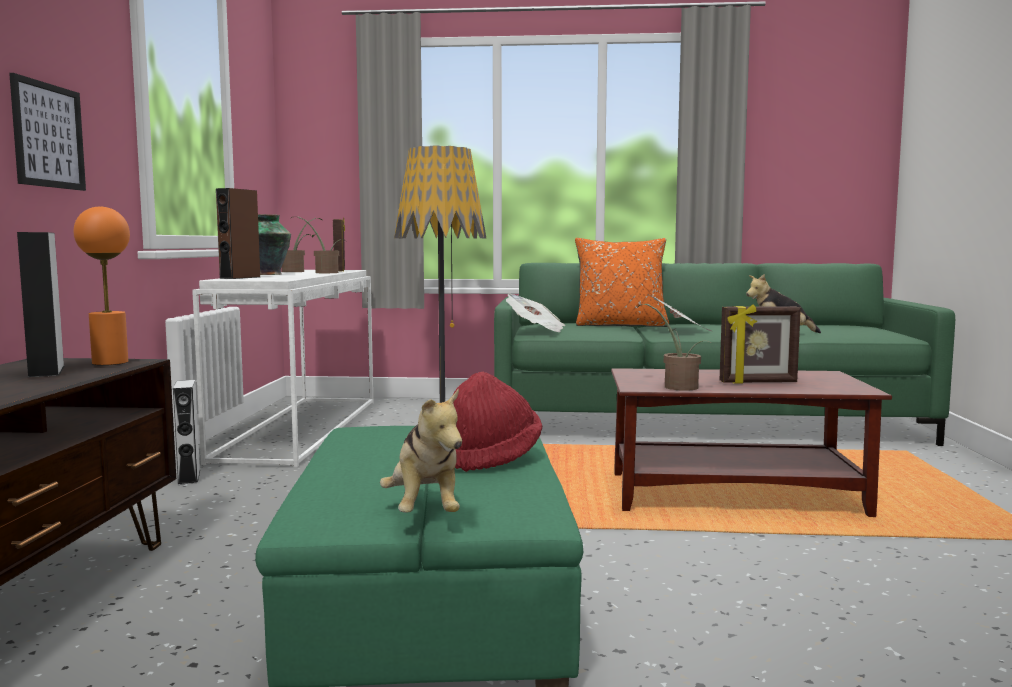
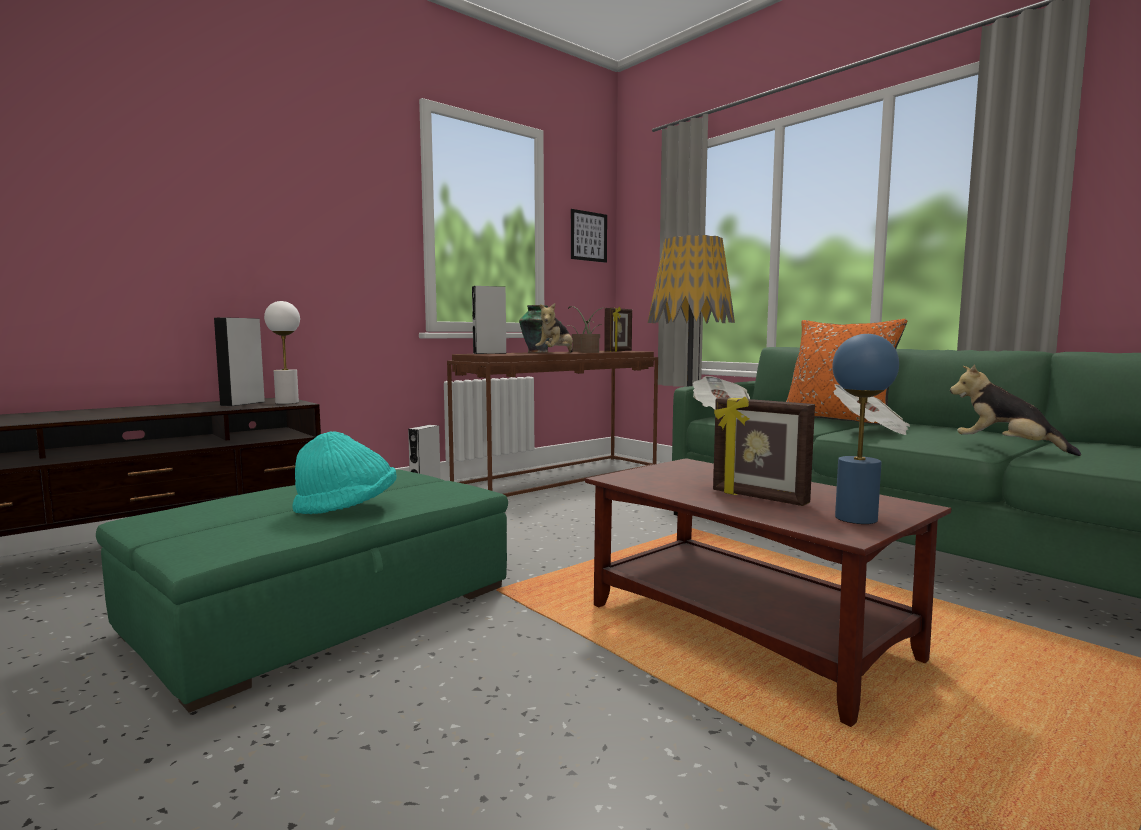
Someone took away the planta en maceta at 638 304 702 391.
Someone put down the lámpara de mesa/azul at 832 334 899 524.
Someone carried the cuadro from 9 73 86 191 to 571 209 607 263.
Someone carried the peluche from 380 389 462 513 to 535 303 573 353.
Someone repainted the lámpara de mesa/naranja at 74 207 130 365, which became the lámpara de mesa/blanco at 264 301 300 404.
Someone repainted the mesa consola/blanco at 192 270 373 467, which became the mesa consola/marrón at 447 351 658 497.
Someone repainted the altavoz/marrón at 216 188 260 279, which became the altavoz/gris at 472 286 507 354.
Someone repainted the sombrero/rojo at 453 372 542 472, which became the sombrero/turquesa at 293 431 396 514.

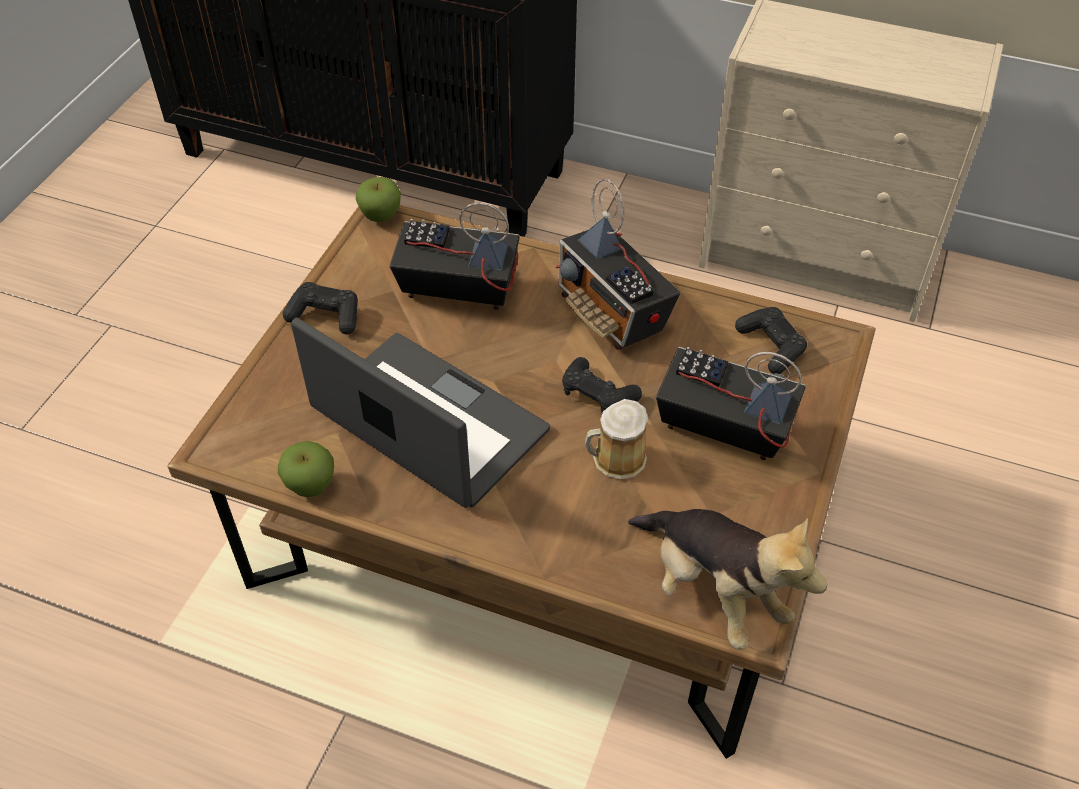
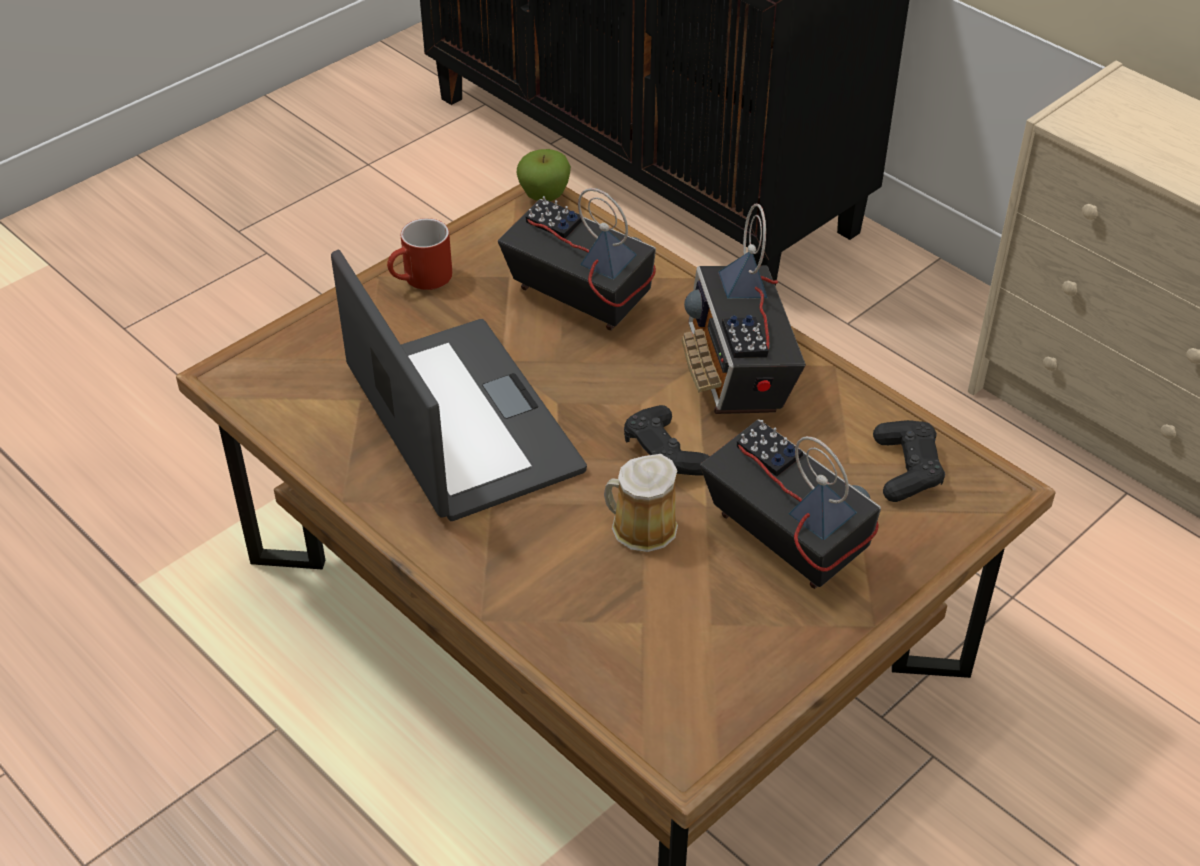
Someone took away the manzana at 278 441 334 497.
Someone took away the peluche at 628 509 828 650.
Someone swapped the mando de consola/negro at 283 282 358 334 for the taza grande/rojo at 387 218 452 290.

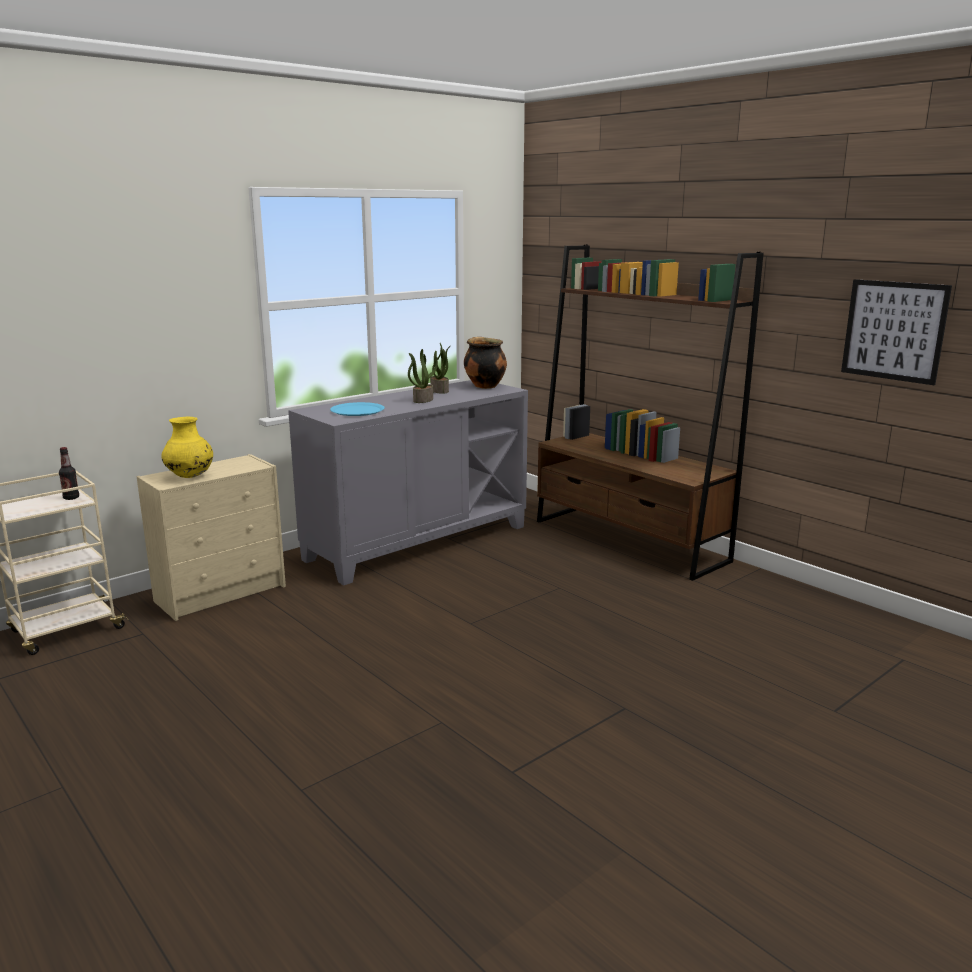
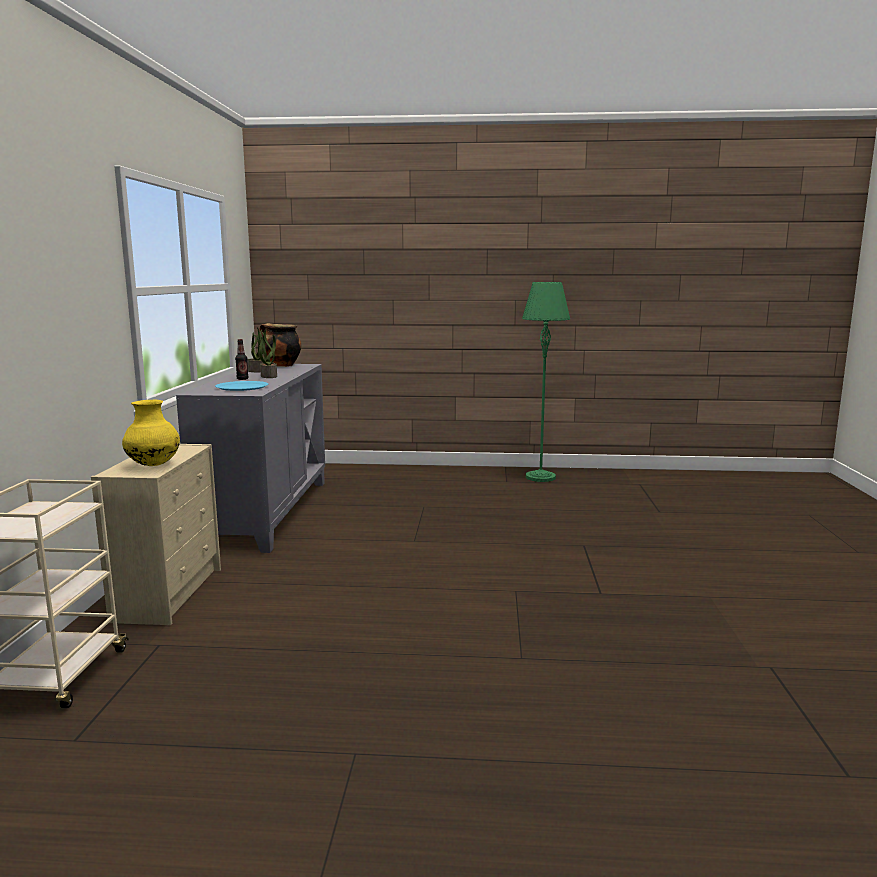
Someone took away the estantería/marrón at 537 245 764 581.
Someone took away the cuadro at 841 279 952 385.
Someone put down the lámpara de pie/verde at 522 282 570 482.
Someone carried the botella from 59 447 79 500 to 235 339 249 380.

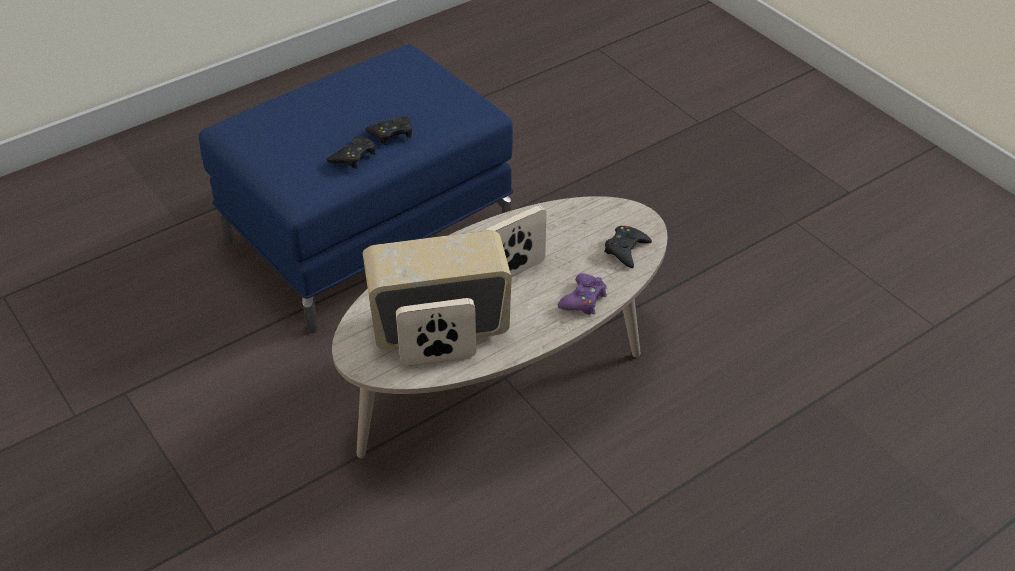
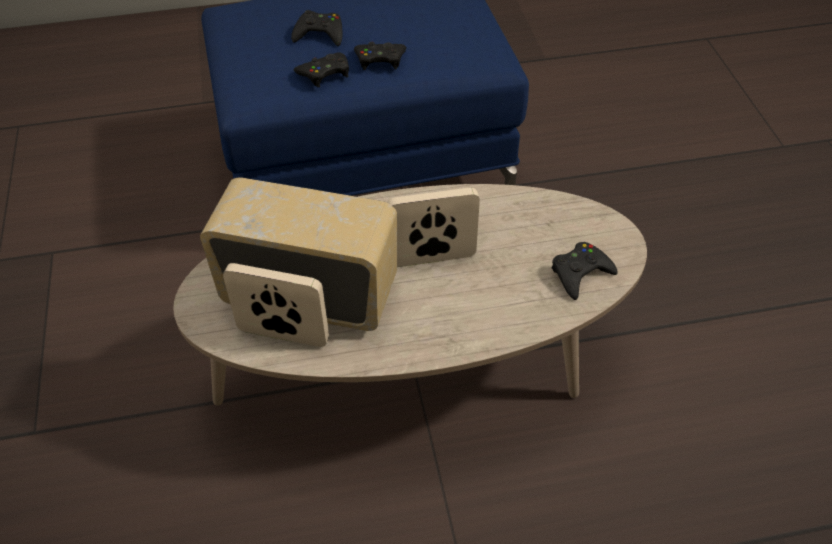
Someone took away the mando de consola/morado at 558 273 607 315.
Someone put down the mando de consola/negro at 291 10 342 46.

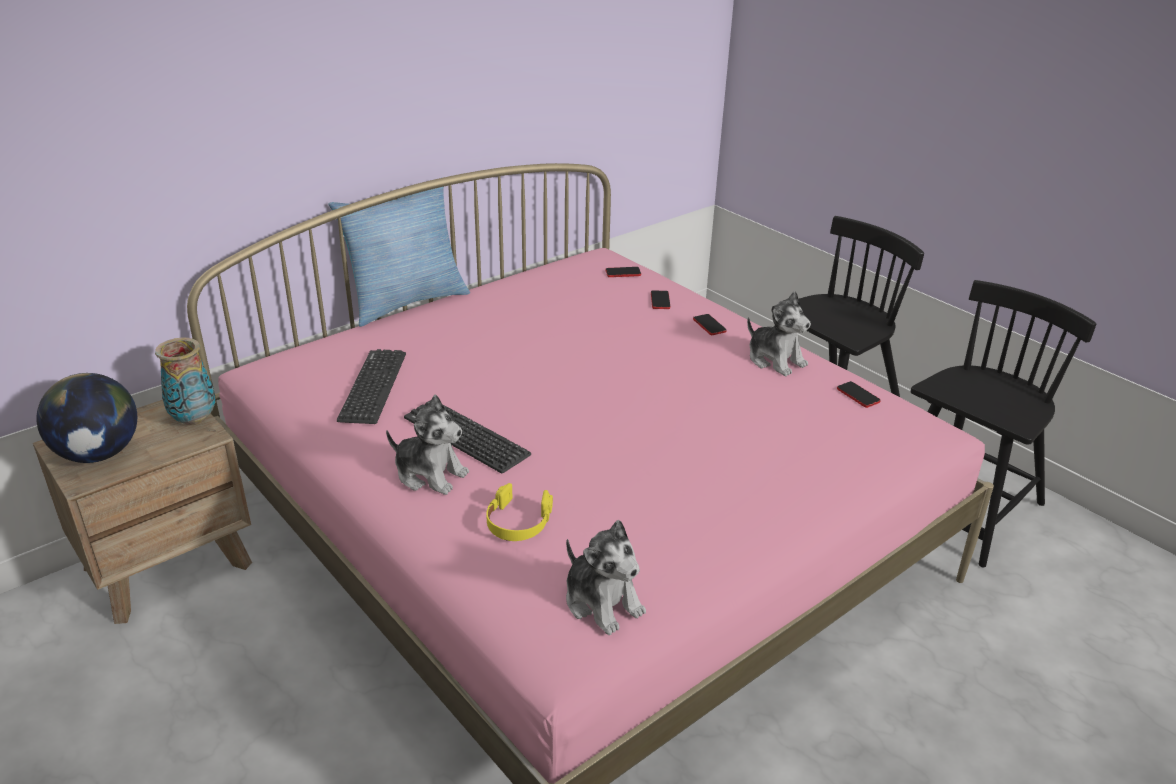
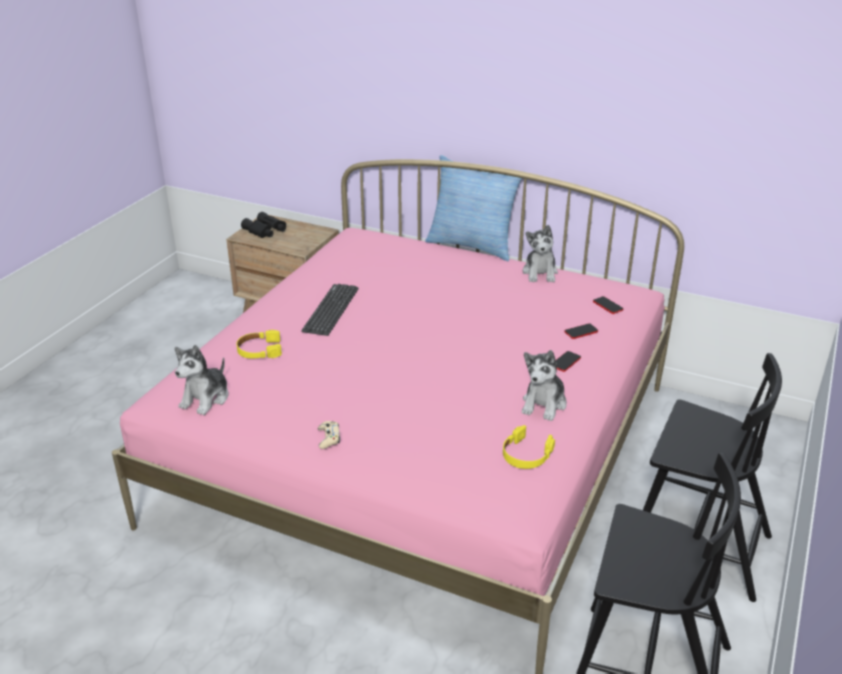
Someone took away the florero at 155 338 215 425.
Someone took away the teclado at 337 349 406 424.
Someone put down the mando de consola/beis at 318 421 340 449.
Someone carried the peluche from 386 394 469 495 to 523 225 558 282.
Someone swapped the globo terráqueo at 36 373 137 463 for the prismáticos/negro at 241 212 286 238.
Someone swapped the móvil at 837 381 881 408 for the auriculares/amarillo at 503 425 555 469.

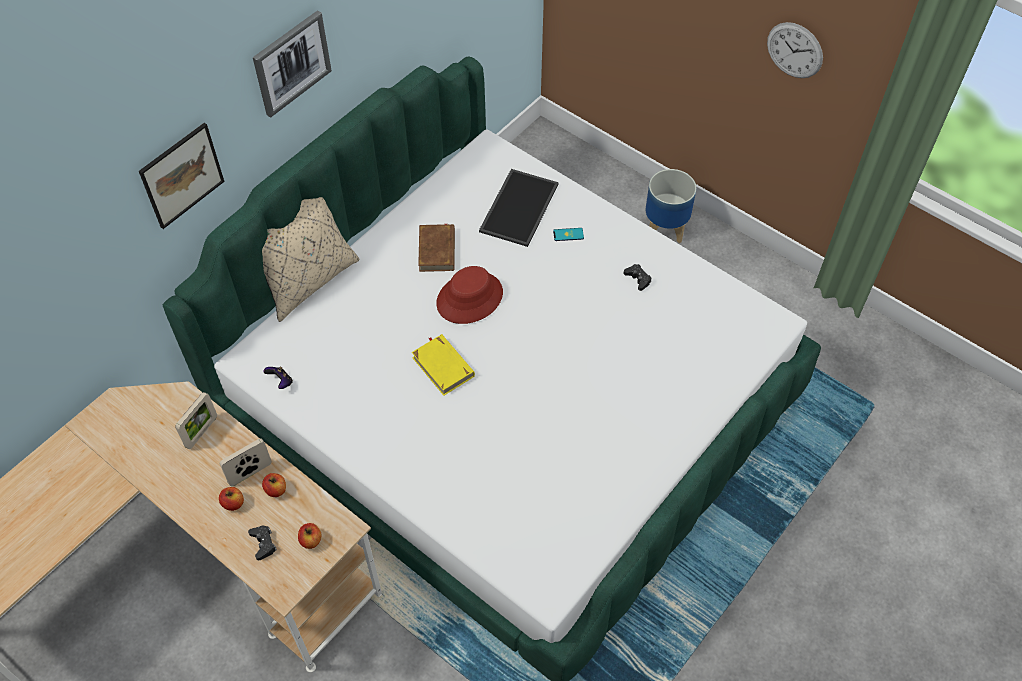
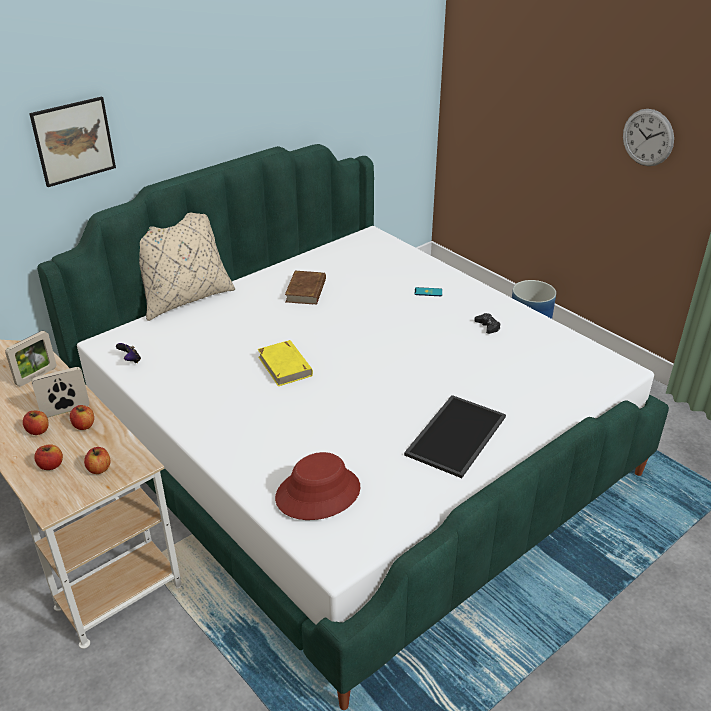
Someone took away the cuadro at 253 10 332 118.
Someone carried the sombrero/rojo from 436 266 503 324 to 275 452 360 520.
Someone carried the bandeja from 479 169 559 247 to 404 395 506 478.
Someone swapped the mando de consola/negro at 248 526 277 561 for the manzana at 34 444 63 470.

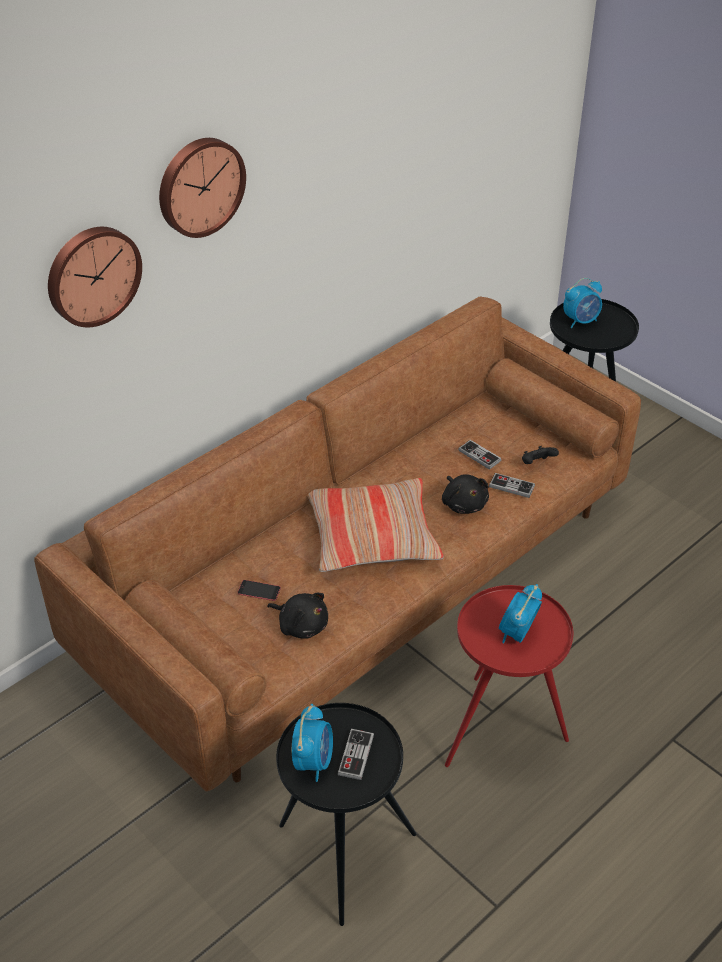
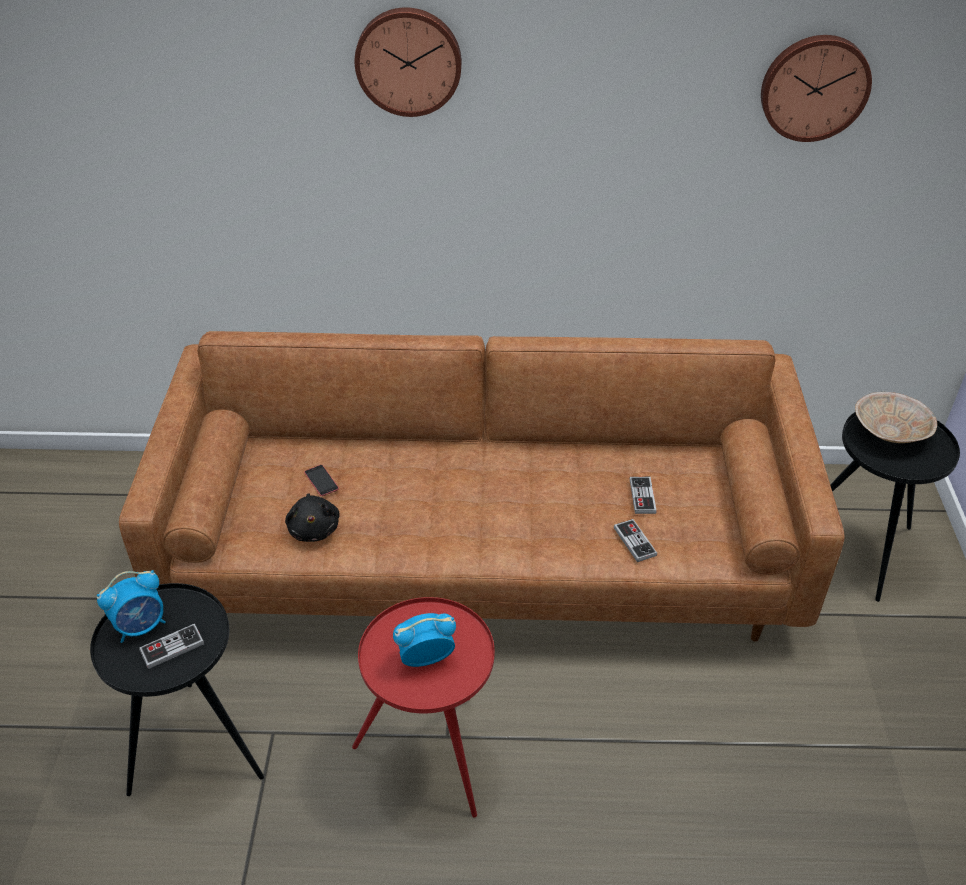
Someone took away the cojín at 308 478 444 572.
Someone took away the peluche/negro at 442 474 489 514.
Someone took away the mando de consola/negro at 522 446 559 464.
Someone carried the reloj de pared from 48 227 142 327 to 761 35 872 142.
Someone swapped the despertador at 563 278 602 328 for the cuenco/beis at 855 392 937 443.

